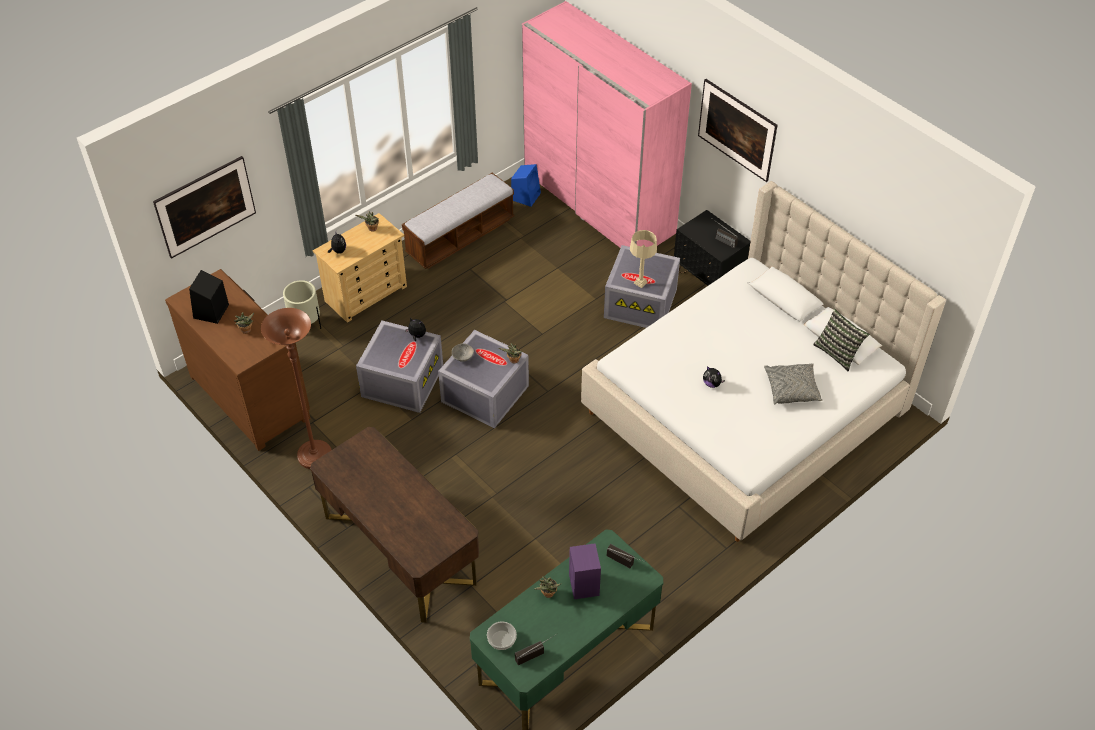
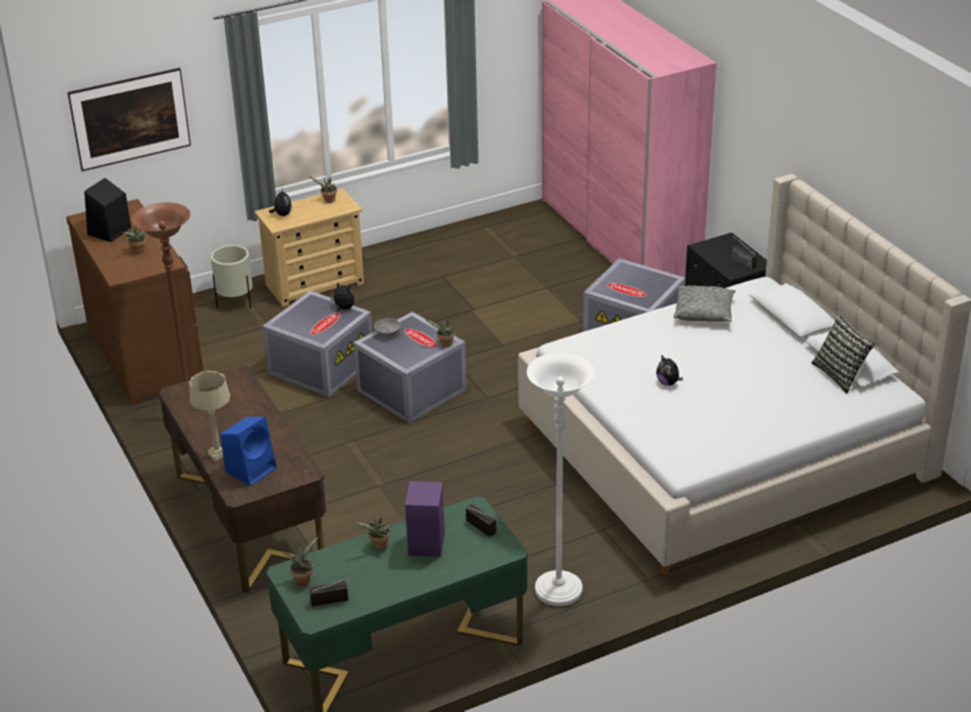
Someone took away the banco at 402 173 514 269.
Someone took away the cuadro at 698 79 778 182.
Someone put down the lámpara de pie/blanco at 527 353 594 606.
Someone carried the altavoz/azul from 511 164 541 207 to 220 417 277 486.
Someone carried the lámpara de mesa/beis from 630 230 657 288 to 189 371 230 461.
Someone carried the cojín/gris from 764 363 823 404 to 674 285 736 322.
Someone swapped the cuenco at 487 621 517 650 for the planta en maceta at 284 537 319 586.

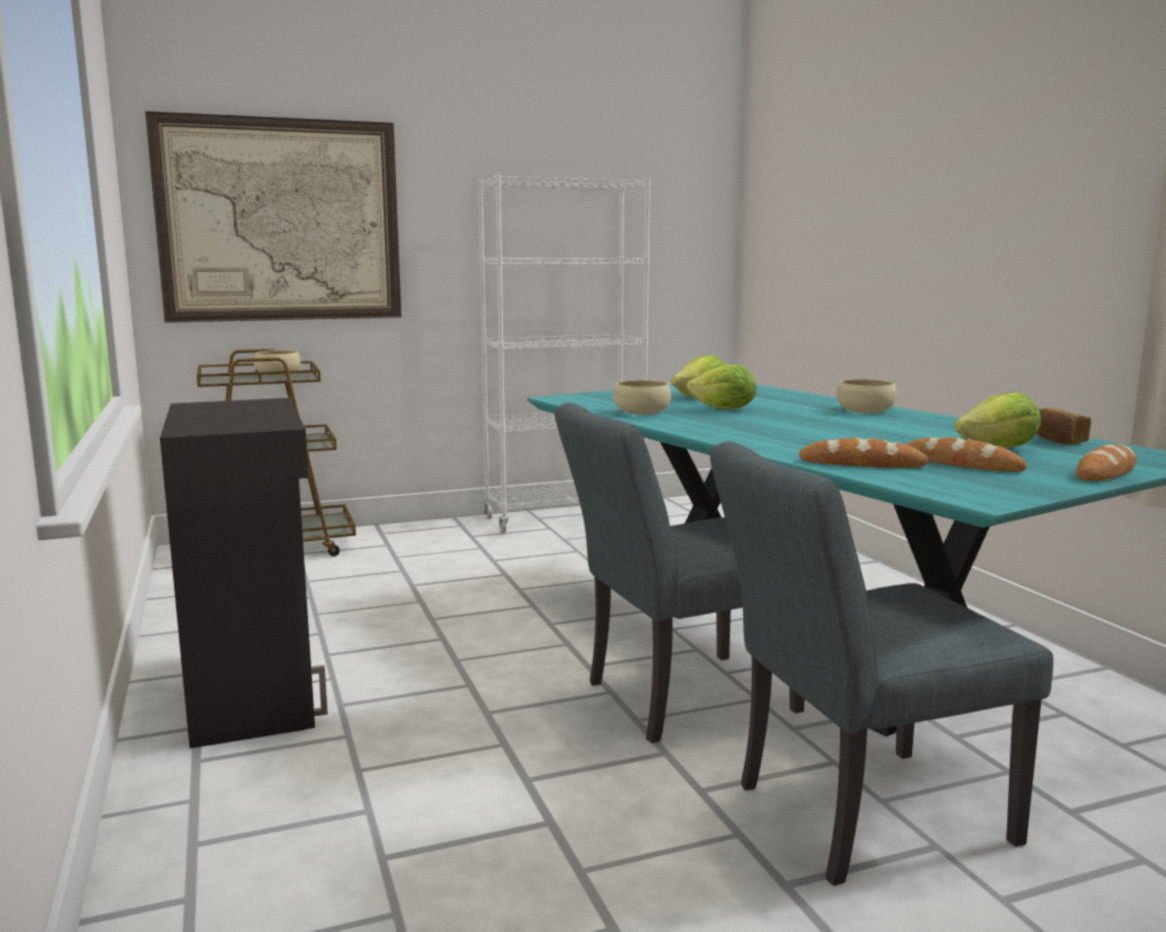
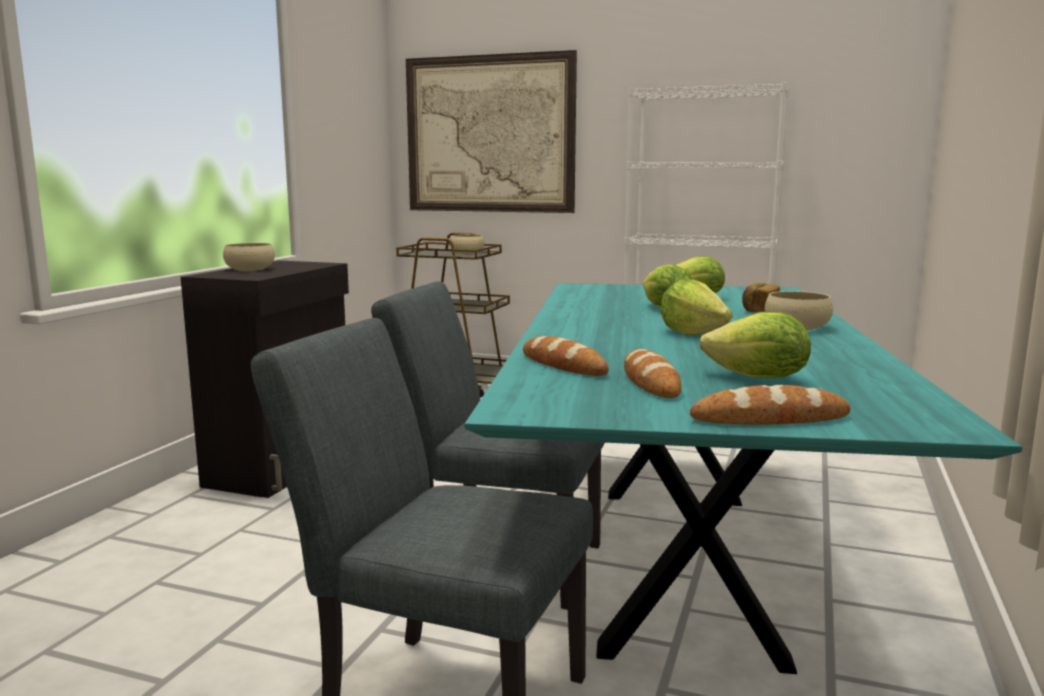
Someone put down the lechuga at 660 279 733 336.
Someone carried the cuenco/beis from 613 380 671 415 to 223 243 275 271.
Someone carried the pan from 1036 408 1091 444 to 742 283 780 312.

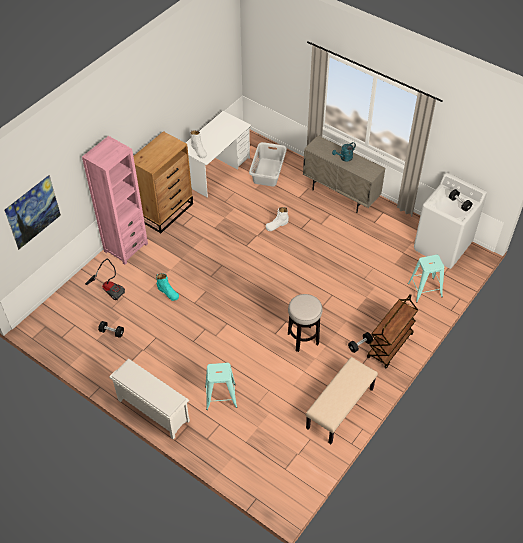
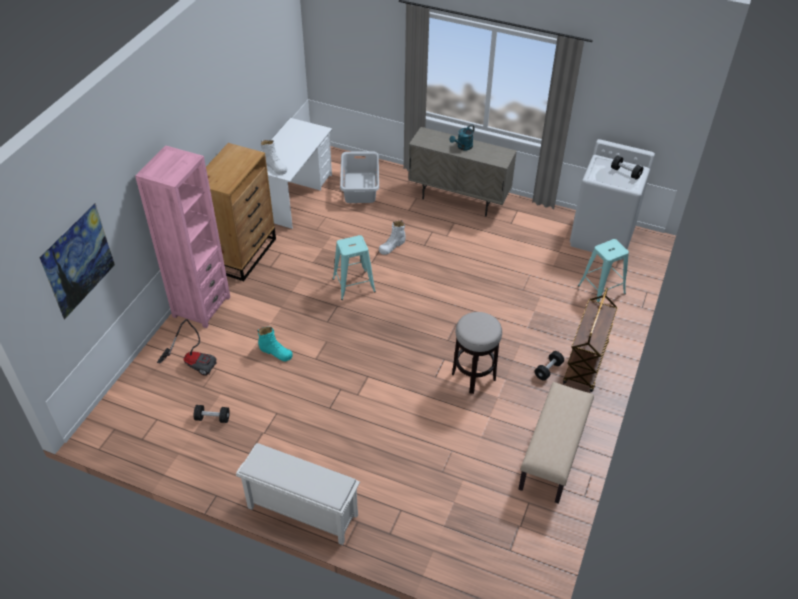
Someone carried the taburete/turquesa from 205 363 237 410 to 333 235 376 300.

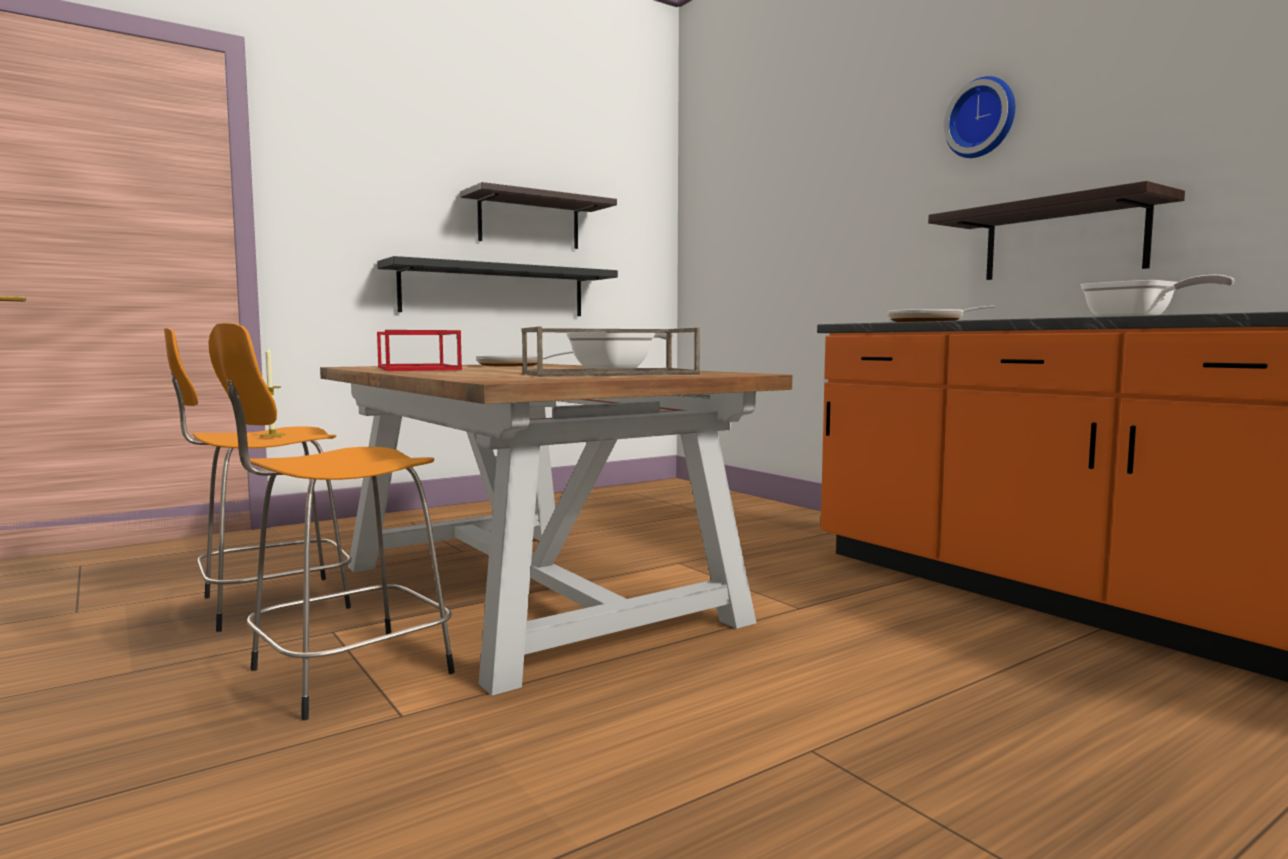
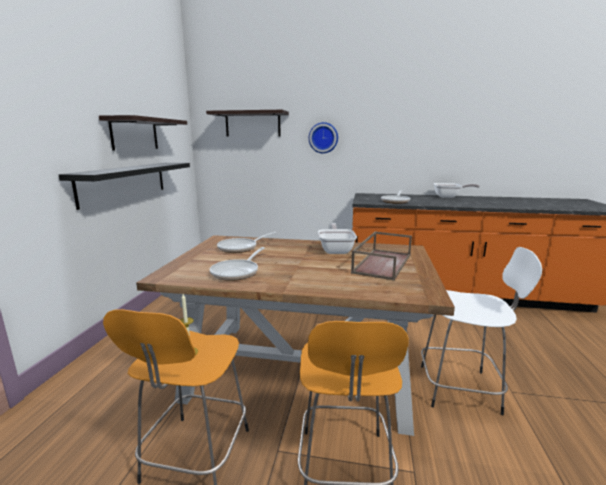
Someone put down the taburete/blanco at 421 247 542 416.
Someone carried the estante from 928 181 1185 280 to 206 110 289 137.
Someone carried the reloj de pared from 944 76 1015 158 to 309 122 338 153.
Someone swapped the bandeja/rojo at 377 330 462 371 for the sartén at 210 247 265 281.

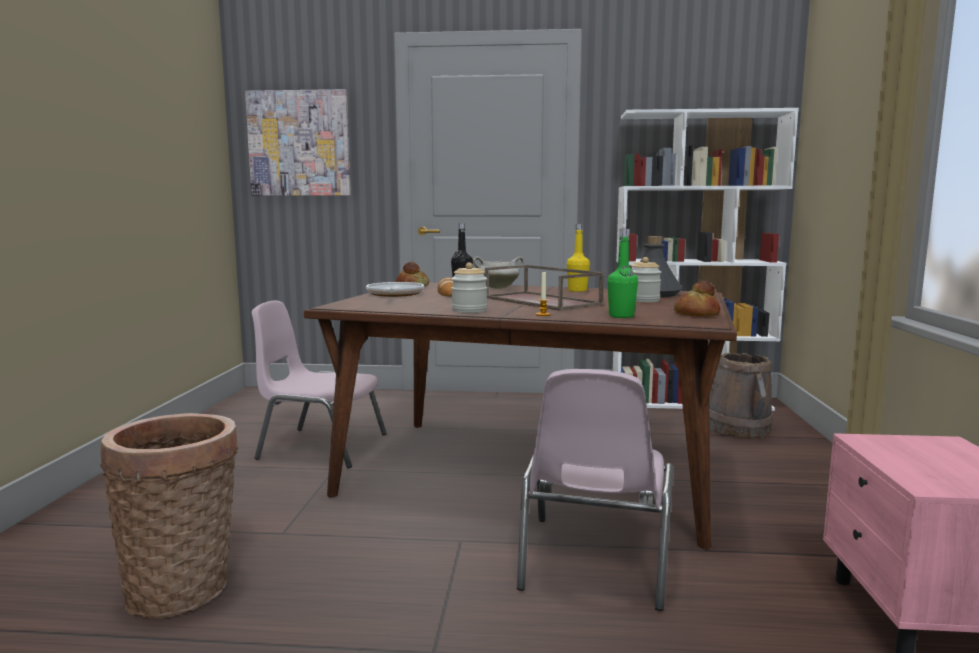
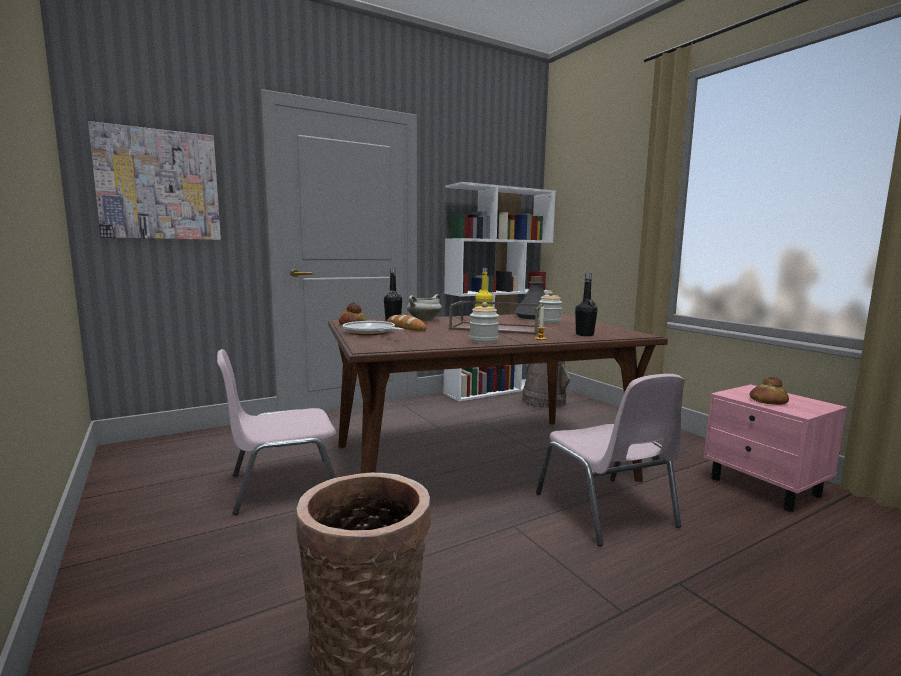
Someone carried the pan from 674 281 720 317 to 750 377 789 405.
Someone repainted the botella/verde at 607 229 638 318, which became the botella/negro at 575 273 597 336.

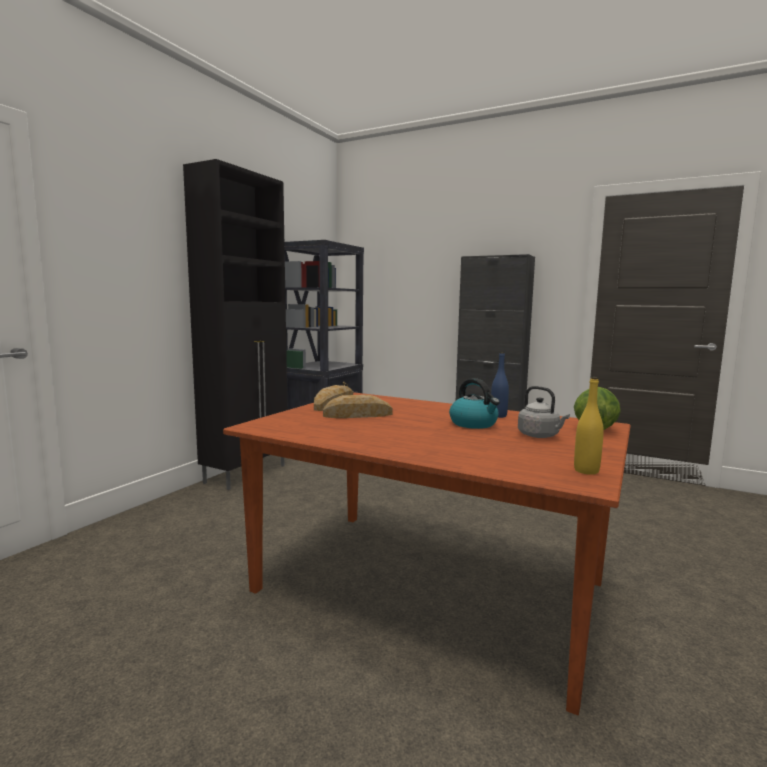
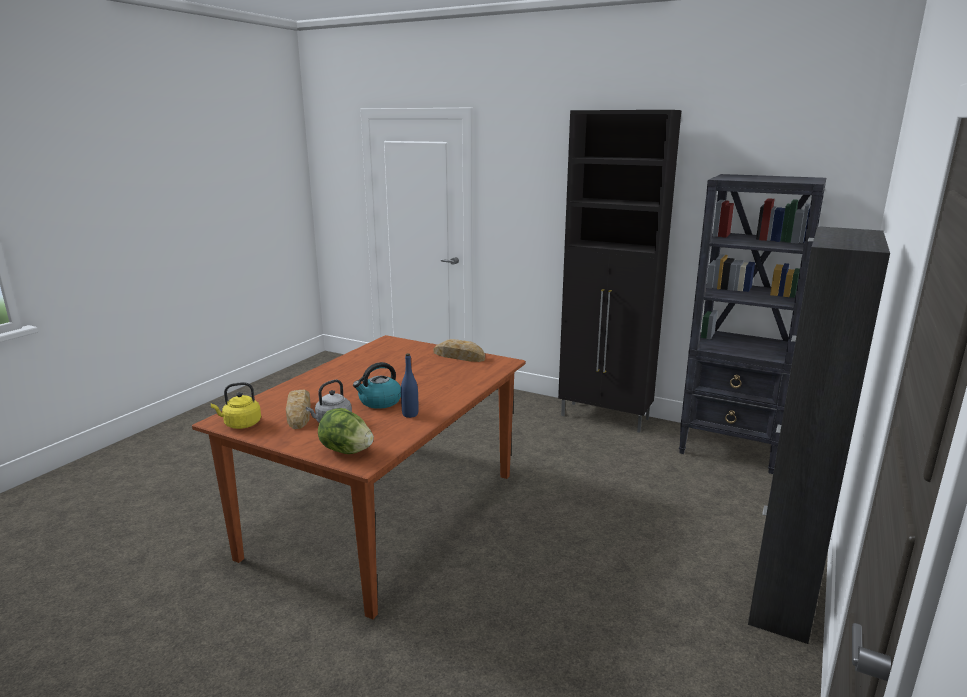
Someone carried the pan from 323 395 393 418 to 286 390 311 429.
Someone swapped the botella/amarillo at 574 377 604 475 for the hervidor/amarillo at 211 382 261 429.

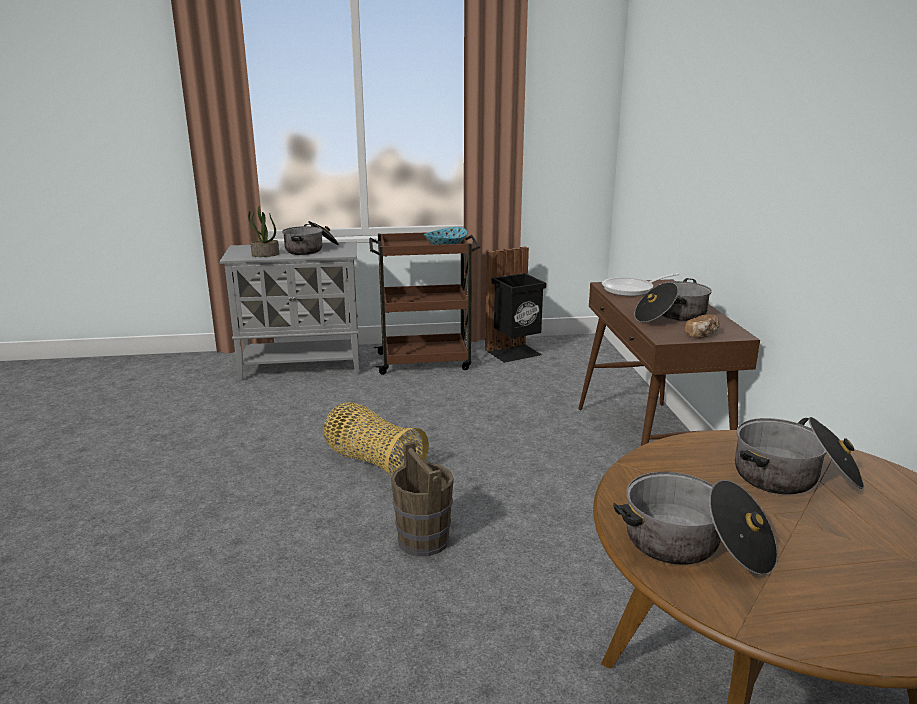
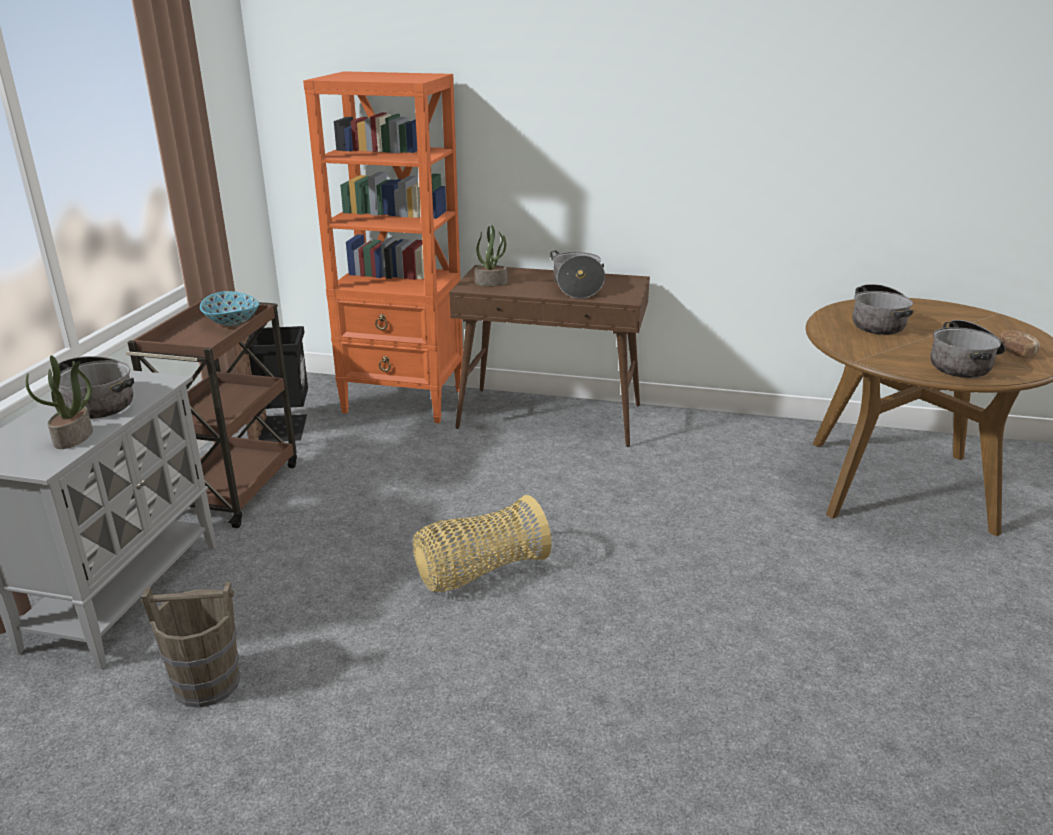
Someone put down the estantería/naranja at 303 71 463 423.
Someone carried the cubo/marrón from 391 442 454 556 to 141 582 240 708.
Someone carried the pan from 685 315 720 339 to 999 330 1040 359.
Someone swapped the sartén at 602 273 679 296 for the planta en maceta at 475 225 507 286.

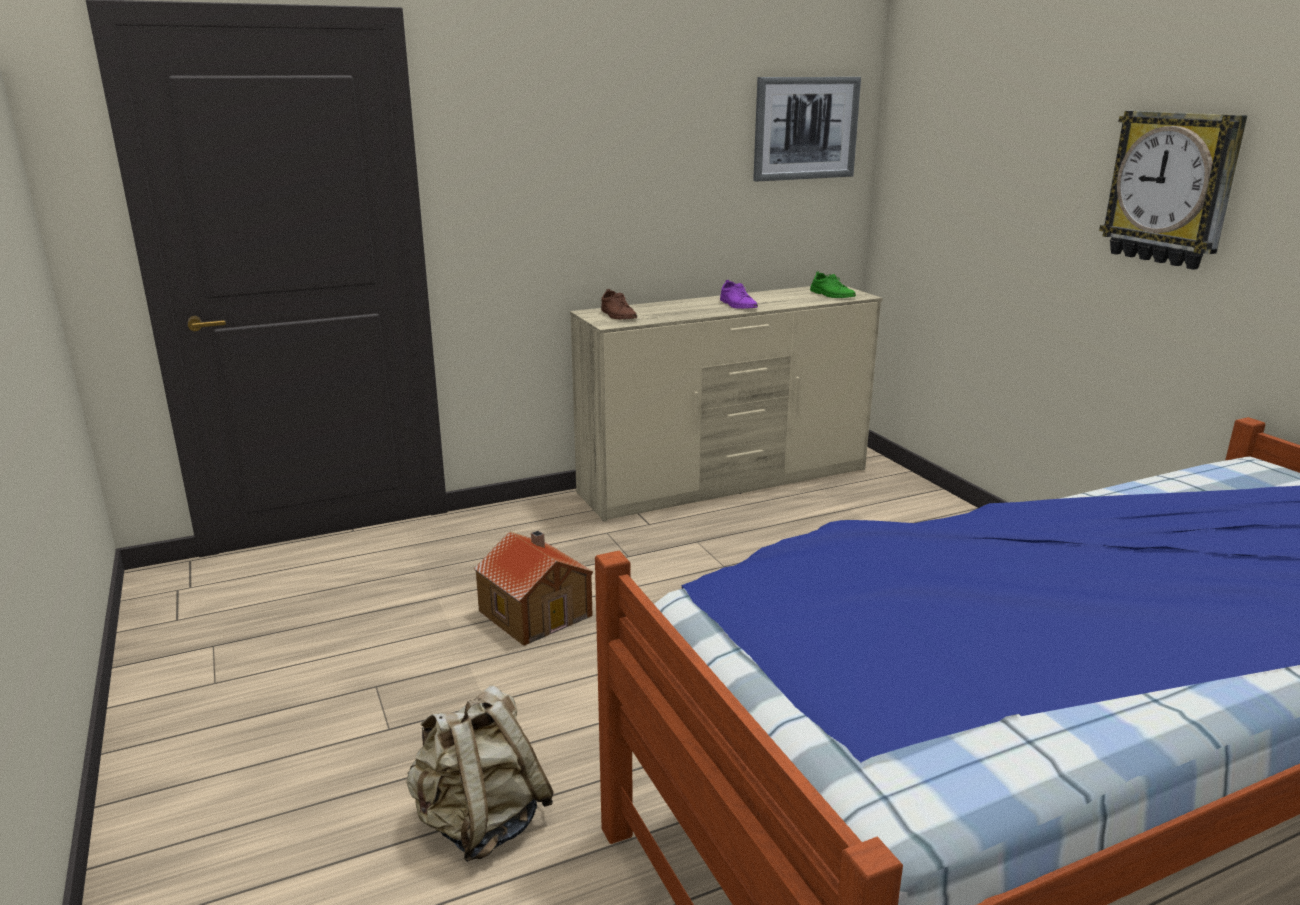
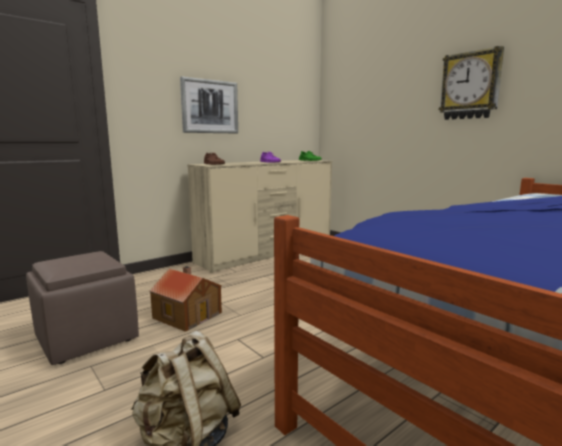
Someone put down the puf/marrón at 26 251 139 365.
Someone carried the cuadro from 753 77 861 181 to 180 76 238 133.

